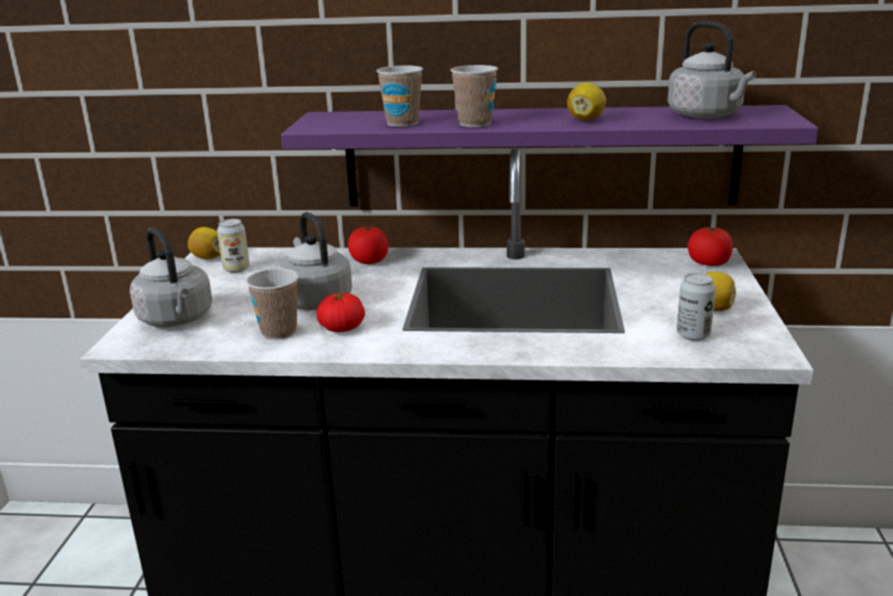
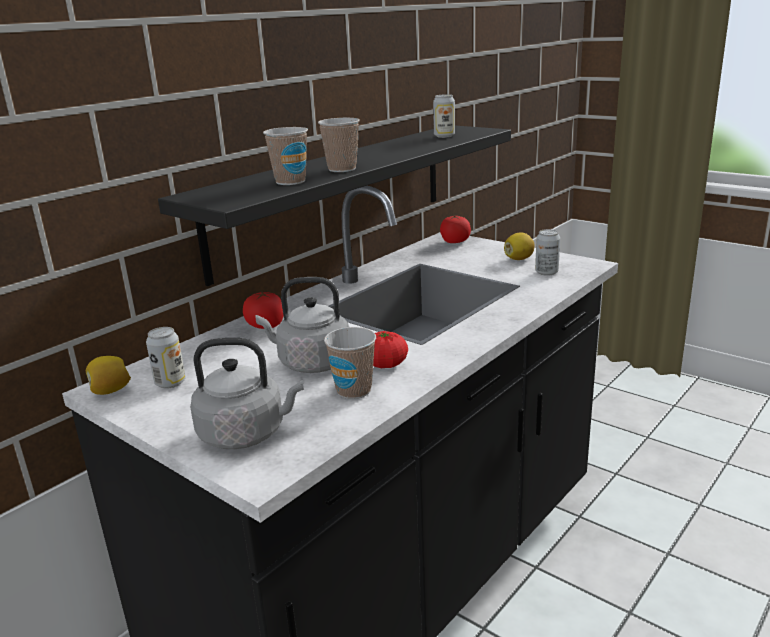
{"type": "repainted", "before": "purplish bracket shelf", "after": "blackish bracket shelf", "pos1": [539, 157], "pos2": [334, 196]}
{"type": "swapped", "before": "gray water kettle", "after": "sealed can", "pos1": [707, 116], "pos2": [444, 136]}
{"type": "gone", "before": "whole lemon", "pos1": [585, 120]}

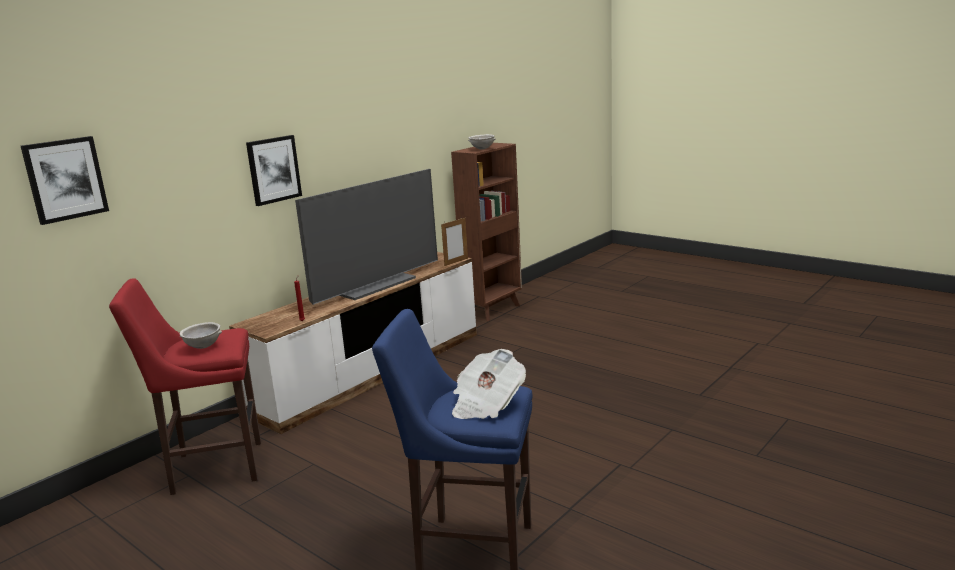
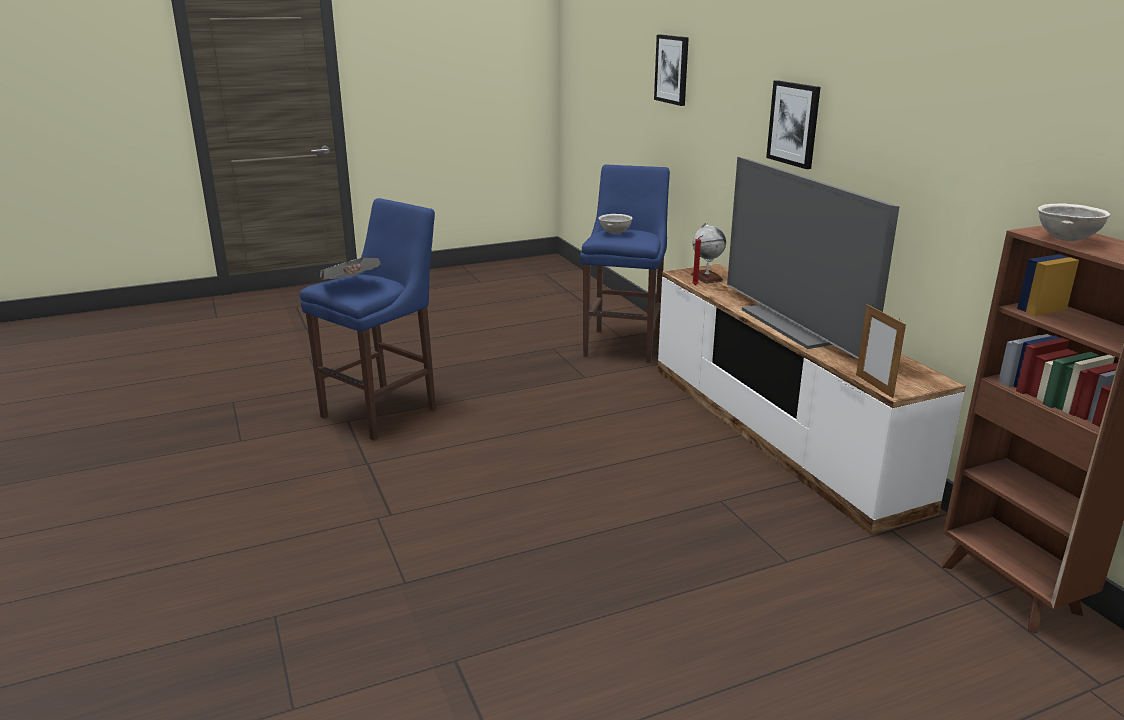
{"type": "repainted", "before": "red-coloured stool", "after": "blue-coloured stool", "pos1": [212, 467], "pos2": [624, 344]}
{"type": "new", "after": "desk globe", "pos2": [706, 277]}

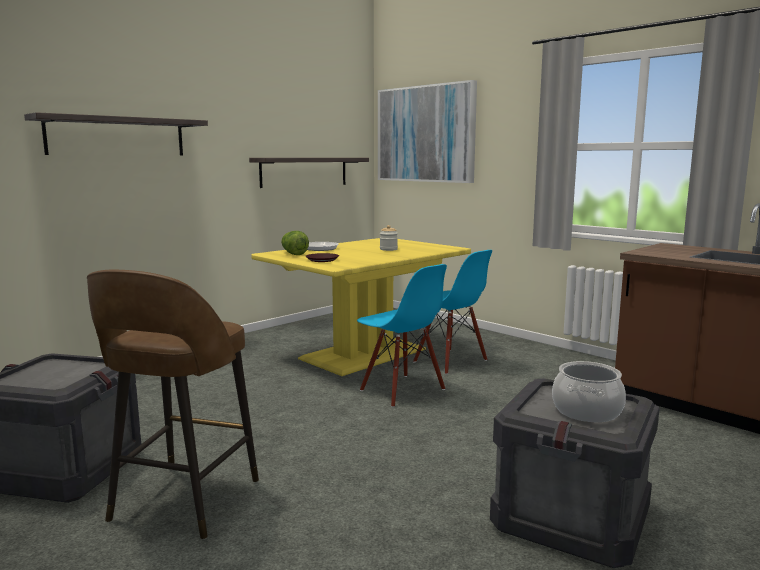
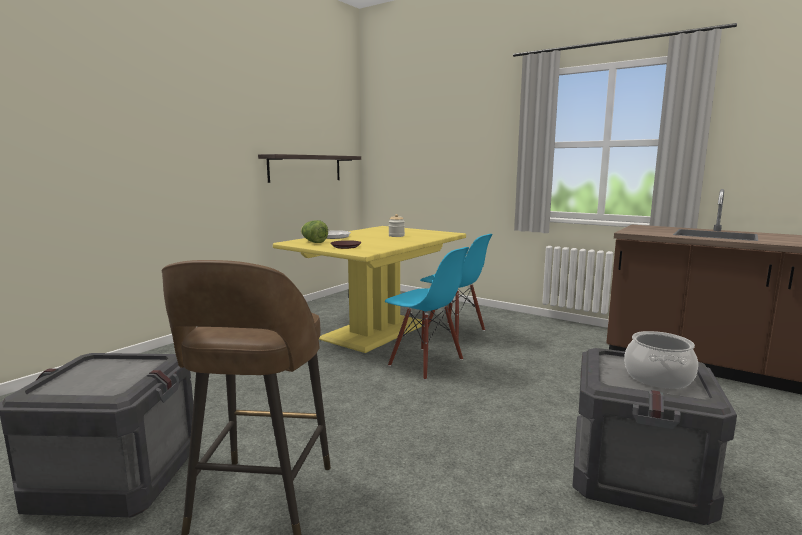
{"type": "gone", "before": "bracket shelf", "pos1": [117, 136]}
{"type": "gone", "before": "wall picture", "pos1": [425, 134]}

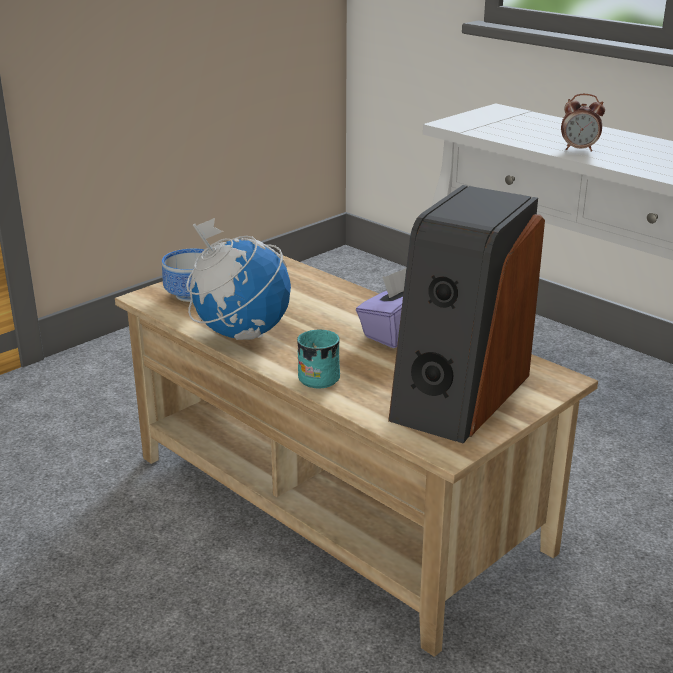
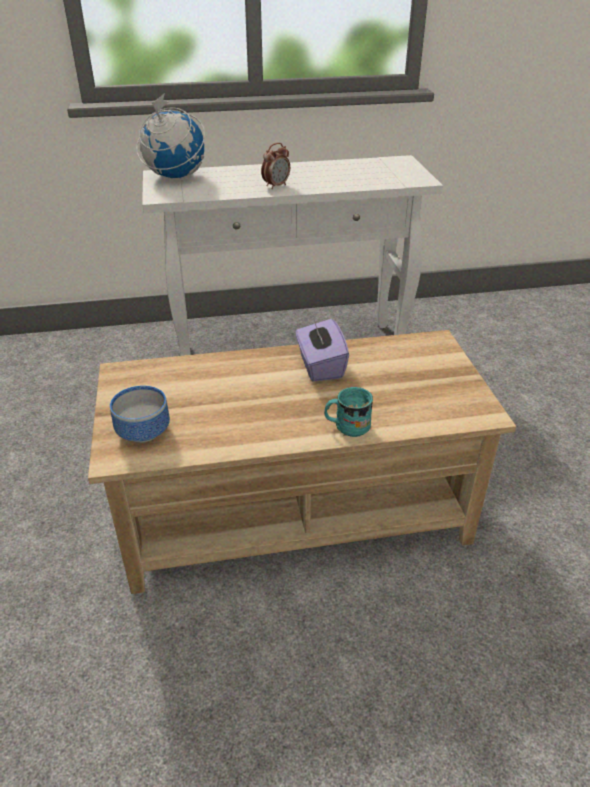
{"type": "shifted", "before": "desk globe", "pos1": [240, 333], "pos2": [174, 177]}
{"type": "gone", "before": "audio speaker", "pos1": [458, 395]}

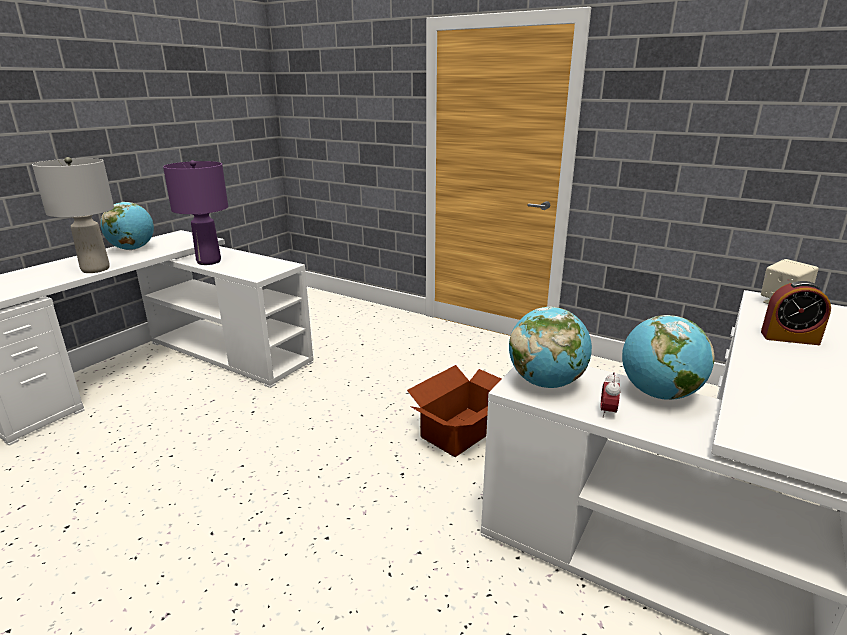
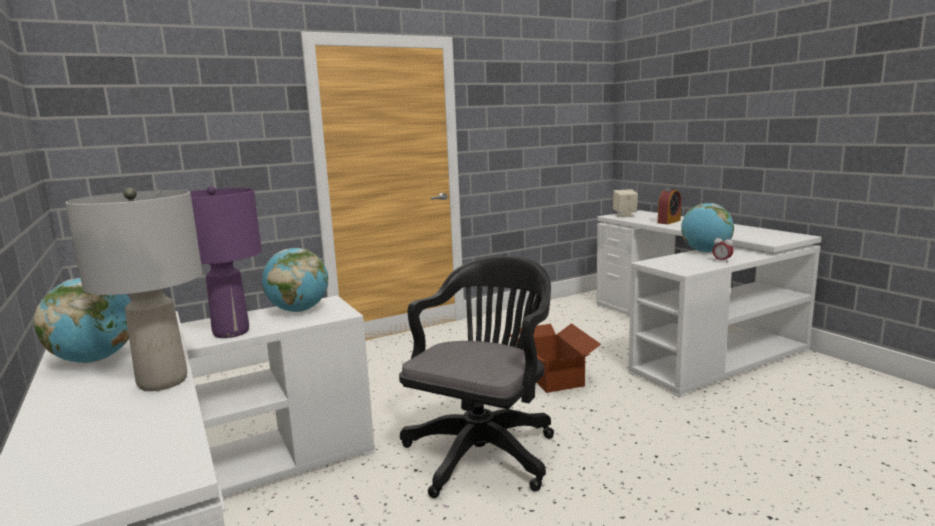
{"type": "shifted", "before": "desk globe", "pos1": [546, 383], "pos2": [299, 310]}
{"type": "new", "after": "blackish desk chair", "pos2": [484, 450]}

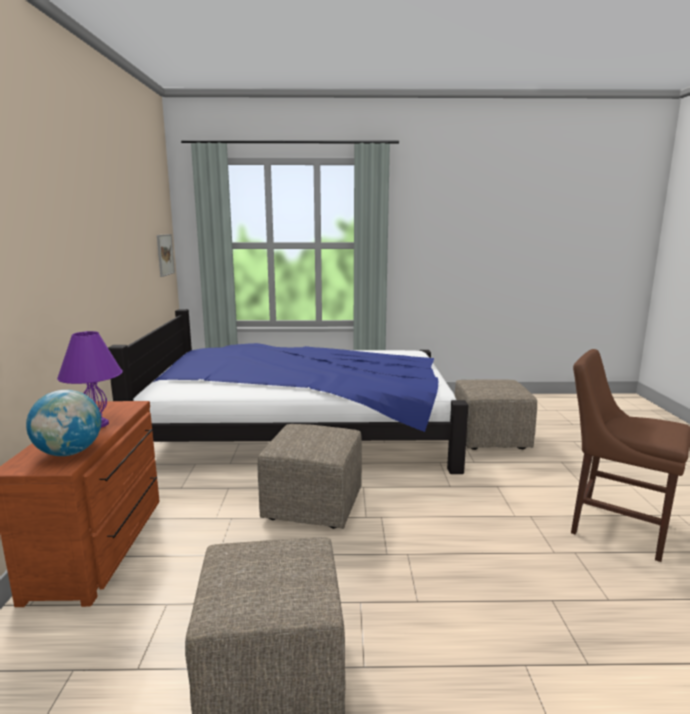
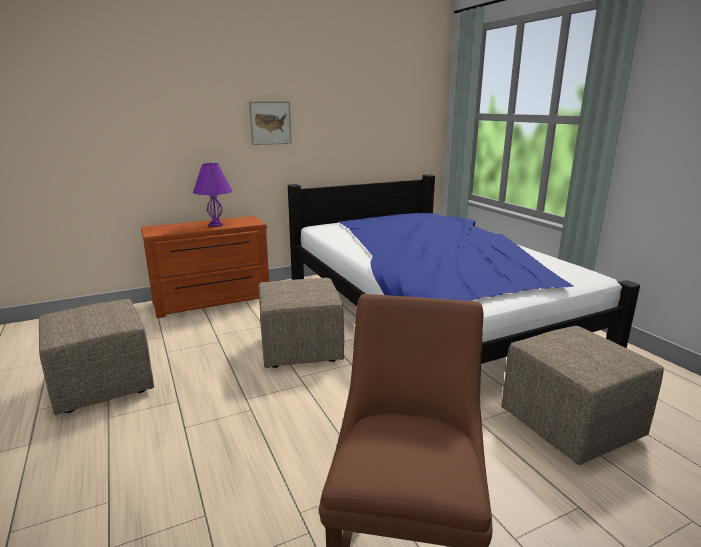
{"type": "shifted", "before": "wall picture", "pos1": [165, 254], "pos2": [270, 123]}
{"type": "gone", "before": "desk globe", "pos1": [69, 453]}

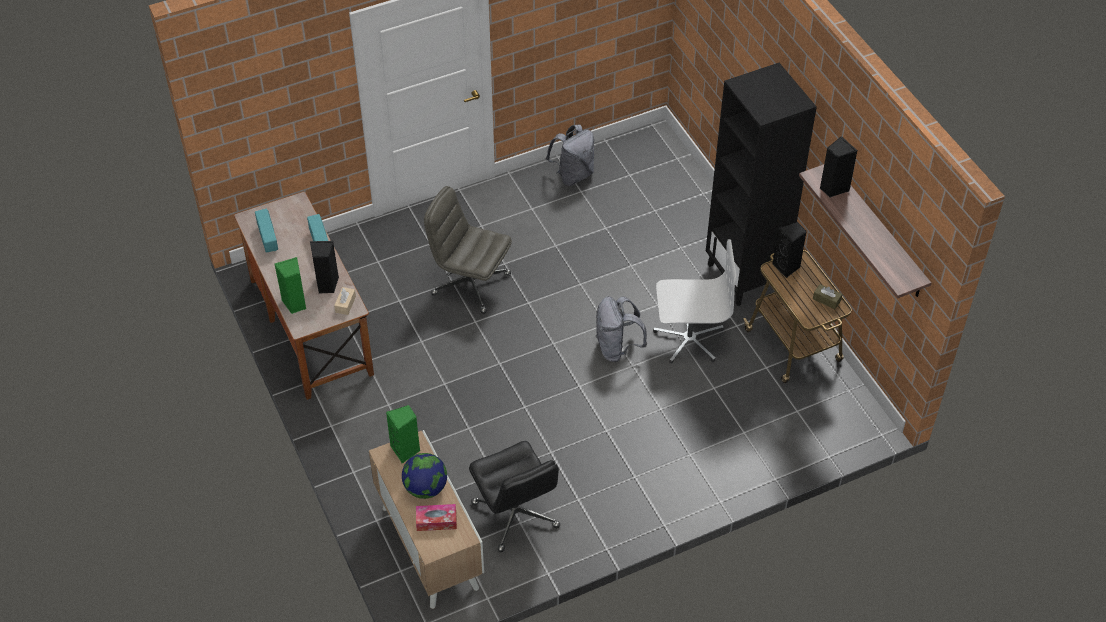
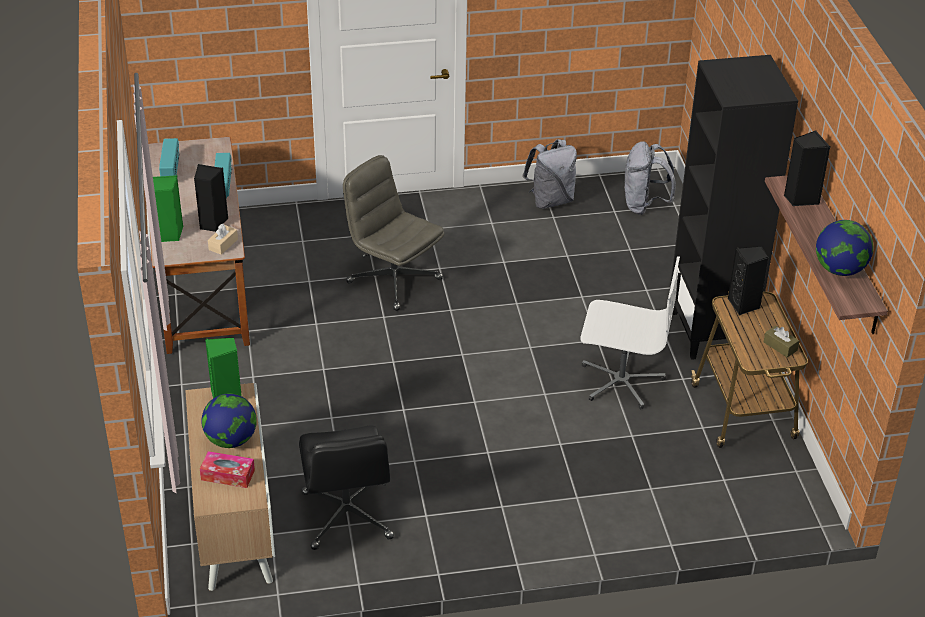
{"type": "shifted", "before": "gray knapsack", "pos1": [617, 348], "pos2": [644, 205]}
{"type": "new", "after": "desk globe", "pos2": [840, 269]}

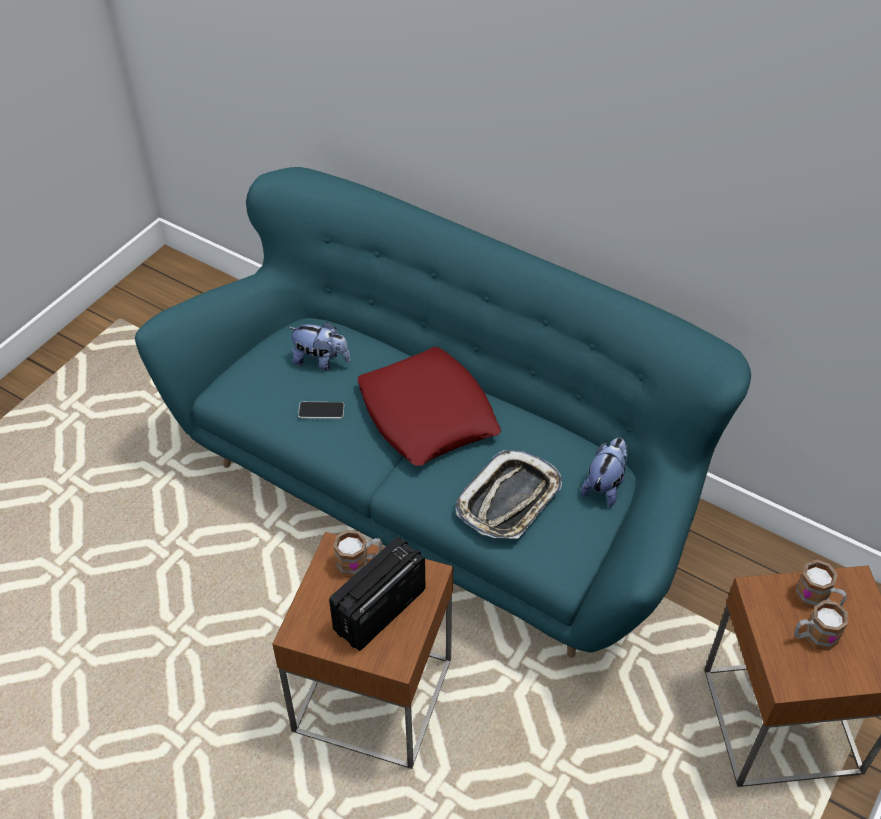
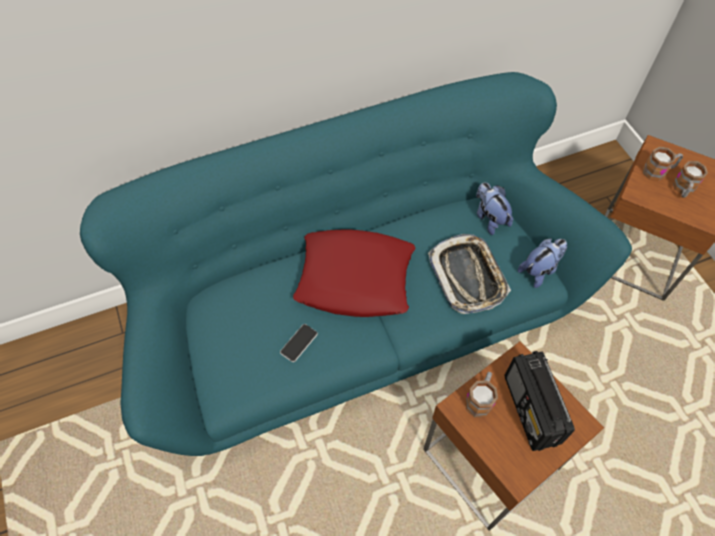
{"type": "shifted", "before": "plush toy", "pos1": [321, 361], "pos2": [539, 270]}

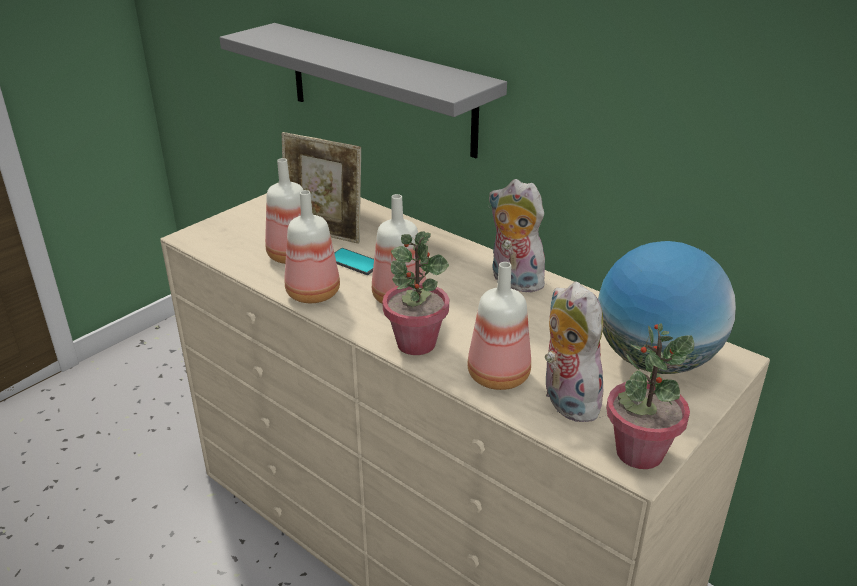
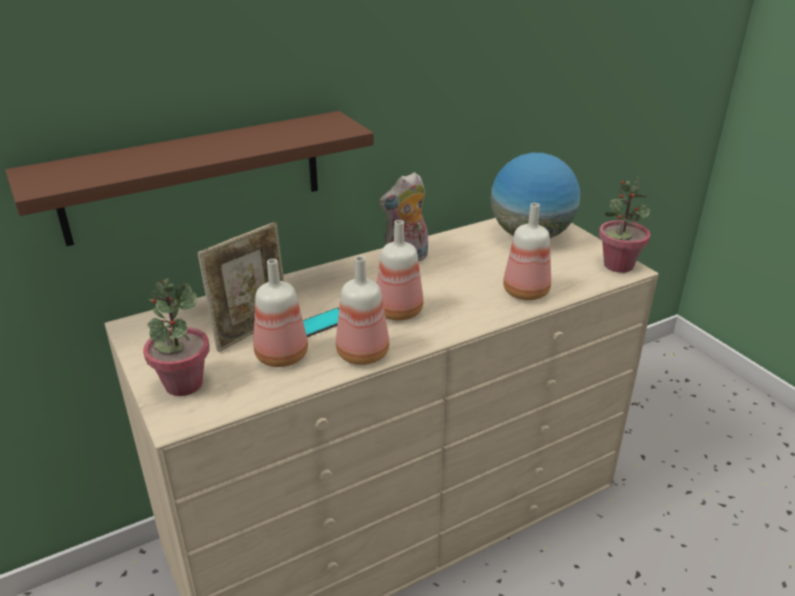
{"type": "repainted", "before": "gray bracket shelf", "after": "brown-coloured bracket shelf", "pos1": [380, 88], "pos2": [194, 177]}
{"type": "shifted", "before": "plant in a pot", "pos1": [416, 343], "pos2": [183, 384]}
{"type": "gone", "before": "plush toy", "pos1": [565, 400]}

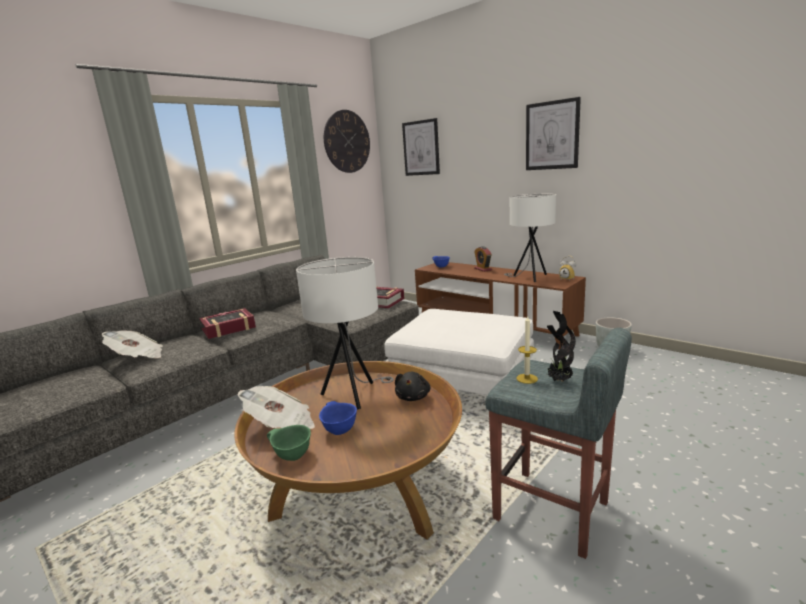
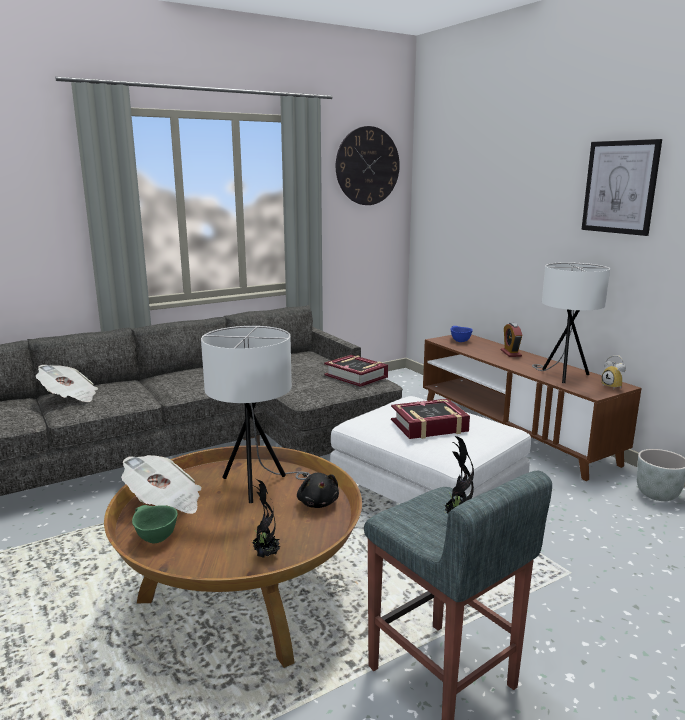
{"type": "new", "after": "plant in a pot", "pos2": [265, 555]}
{"type": "rotated", "before": "blackish plush toy", "pos1": [413, 397], "pos2": [318, 503], "turn": -45}
{"type": "shifted", "before": "bound book", "pos1": [228, 328], "pos2": [429, 426]}
{"type": "gone", "before": "blue-coloured bowl", "pos1": [339, 430]}
{"type": "gone", "before": "wall picture", "pos1": [421, 148]}
{"type": "gone", "before": "candle", "pos1": [527, 378]}

